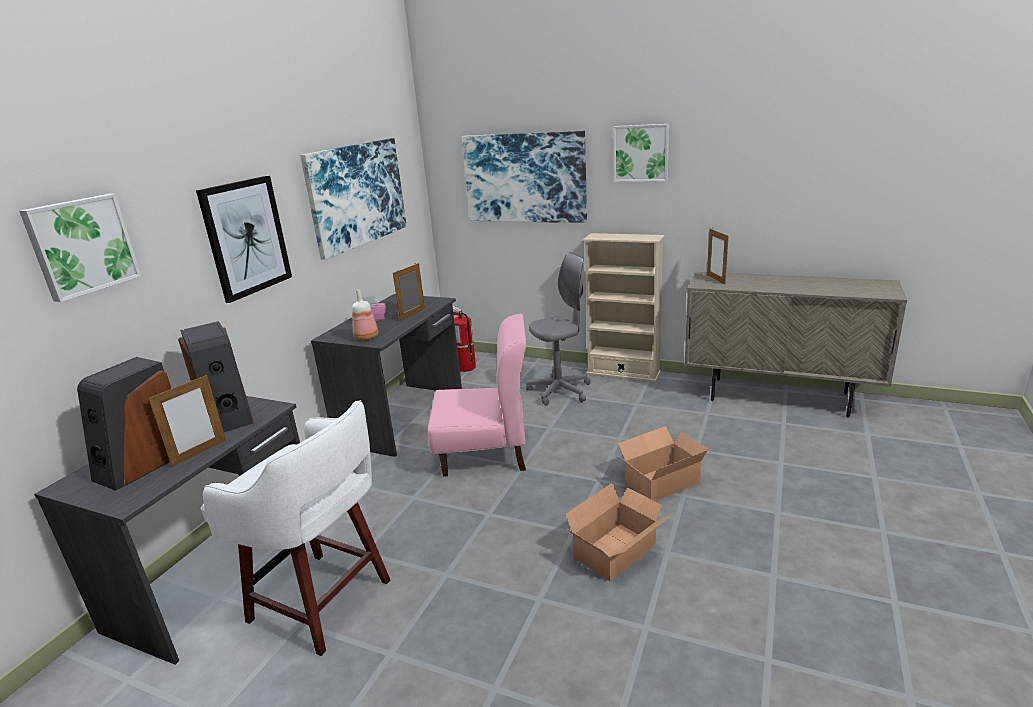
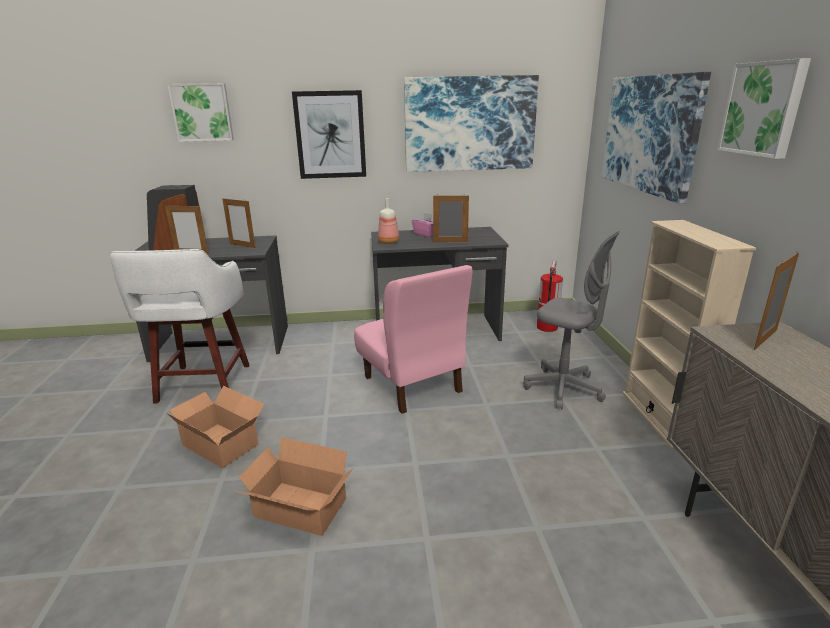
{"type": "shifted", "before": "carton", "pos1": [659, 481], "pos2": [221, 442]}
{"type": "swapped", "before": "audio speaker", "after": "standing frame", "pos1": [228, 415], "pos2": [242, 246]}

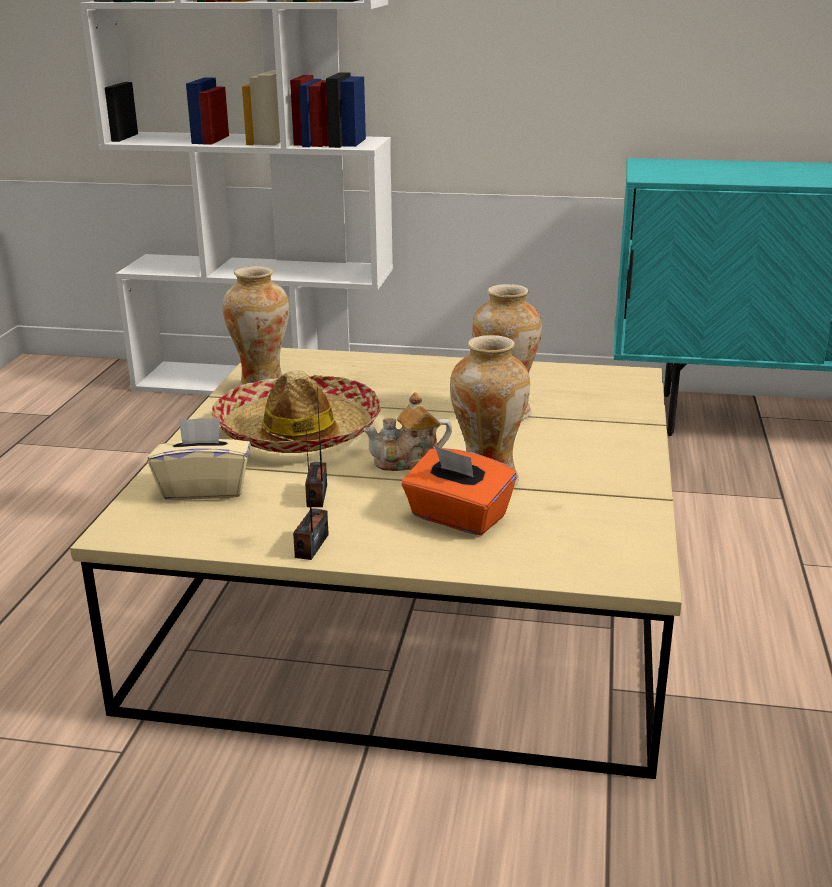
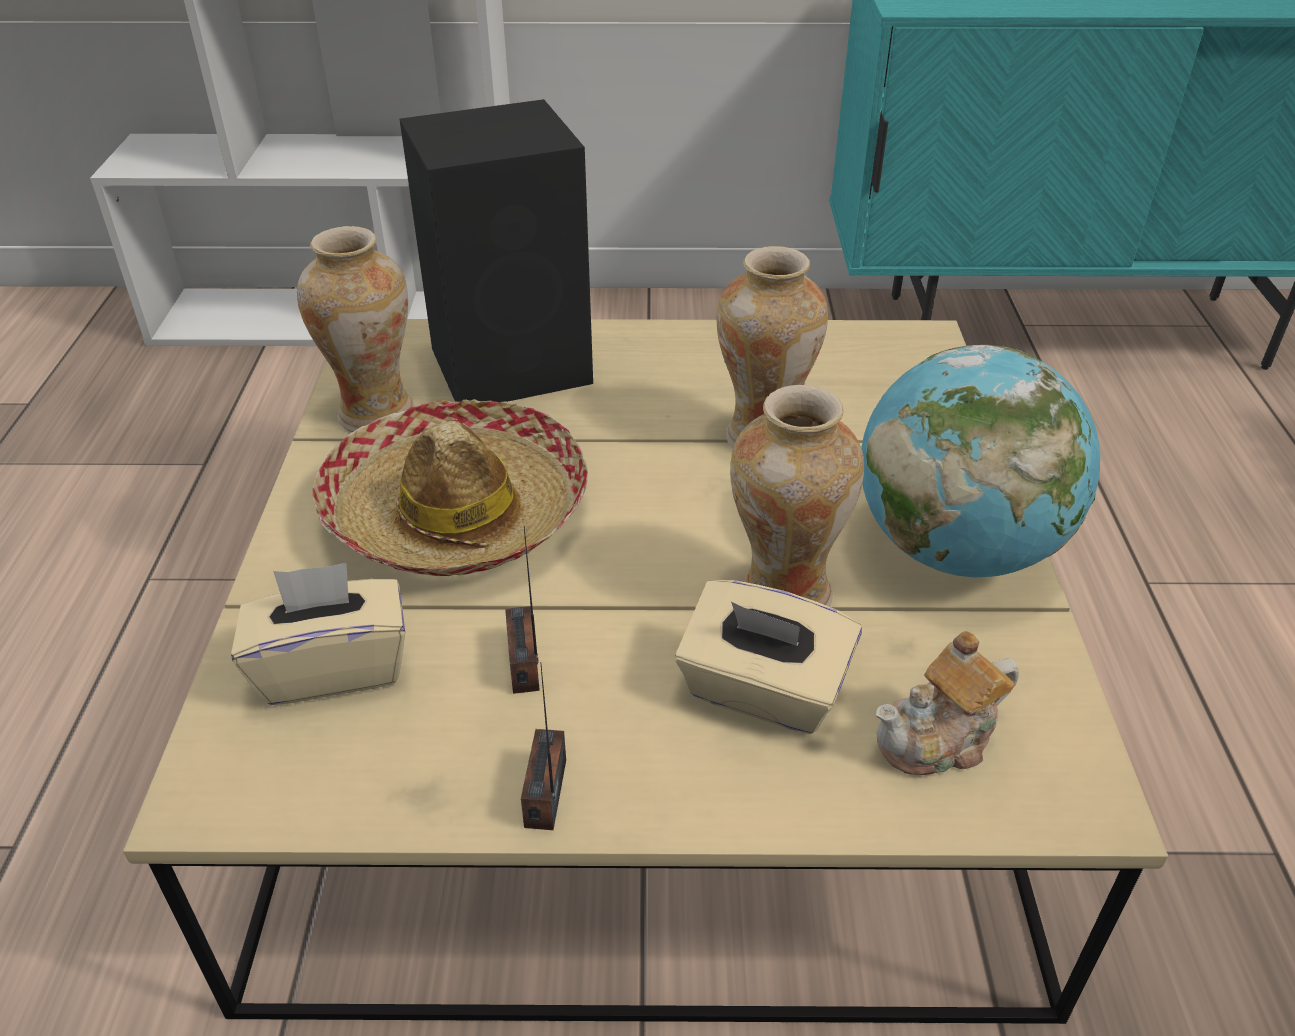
{"type": "new", "after": "blackish audio speaker", "pos2": [515, 365]}
{"type": "repainted", "before": "orangey box of tissues", "after": "beige box of tissues", "pos1": [457, 518], "pos2": [762, 692]}
{"type": "new", "after": "desk globe", "pos2": [956, 549]}
{"type": "shifted", "before": "tea pot", "pos1": [408, 461], "pos2": [939, 740]}

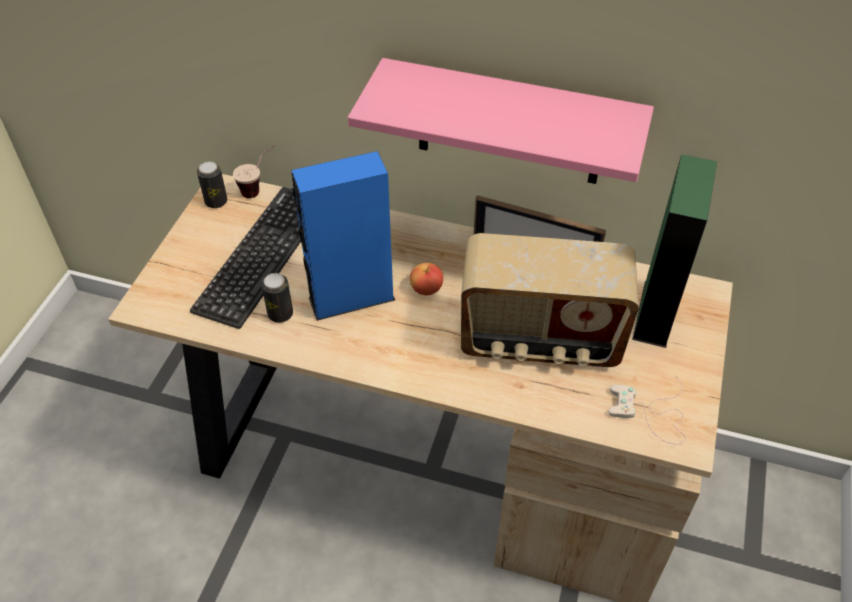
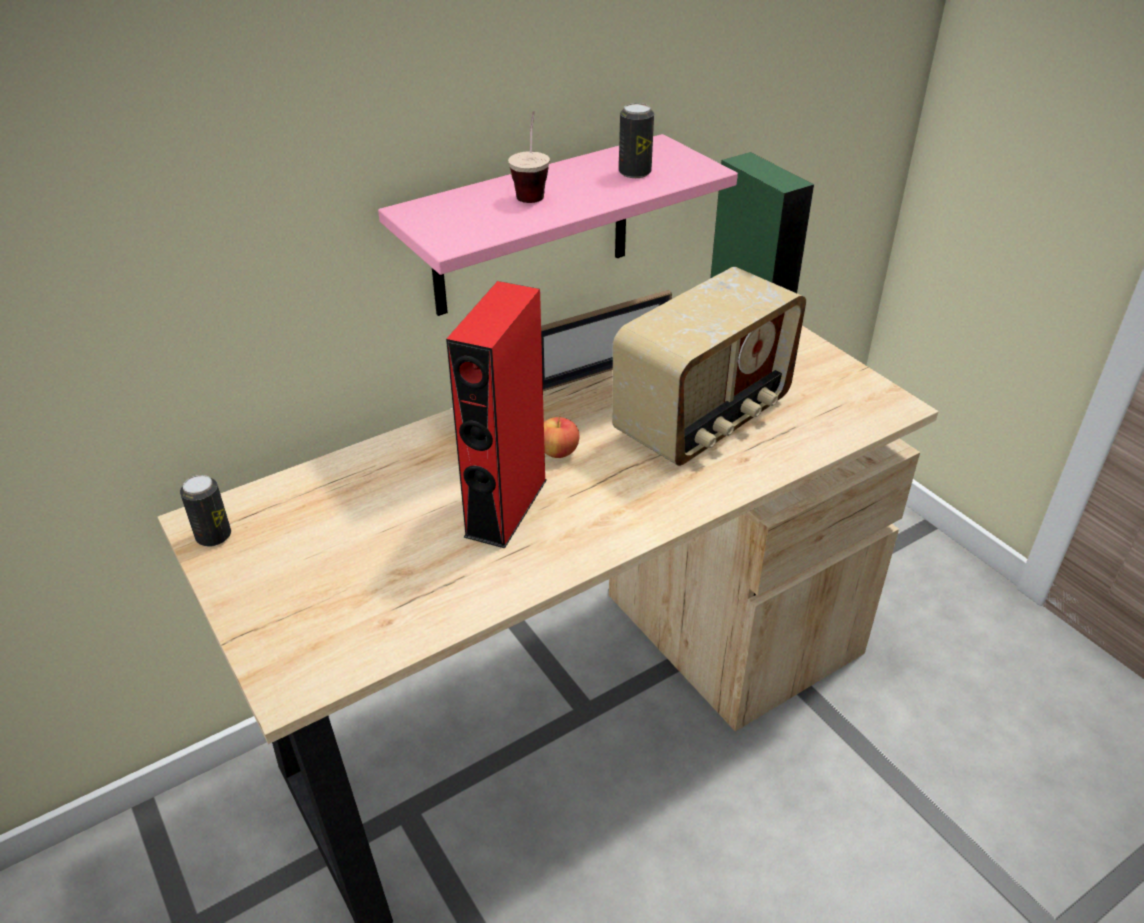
{"type": "repainted", "before": "blue-coloured audio speaker", "after": "red-coloured audio speaker", "pos1": [351, 298], "pos2": [506, 507]}
{"type": "shifted", "before": "drinking cup", "pos1": [260, 188], "pos2": [531, 191]}
{"type": "shifted", "before": "sealed can", "pos1": [280, 314], "pos2": [634, 172]}
{"type": "gone", "before": "PC keyboard", "pos1": [263, 255]}
{"type": "gone", "before": "white joypad", "pos1": [651, 414]}

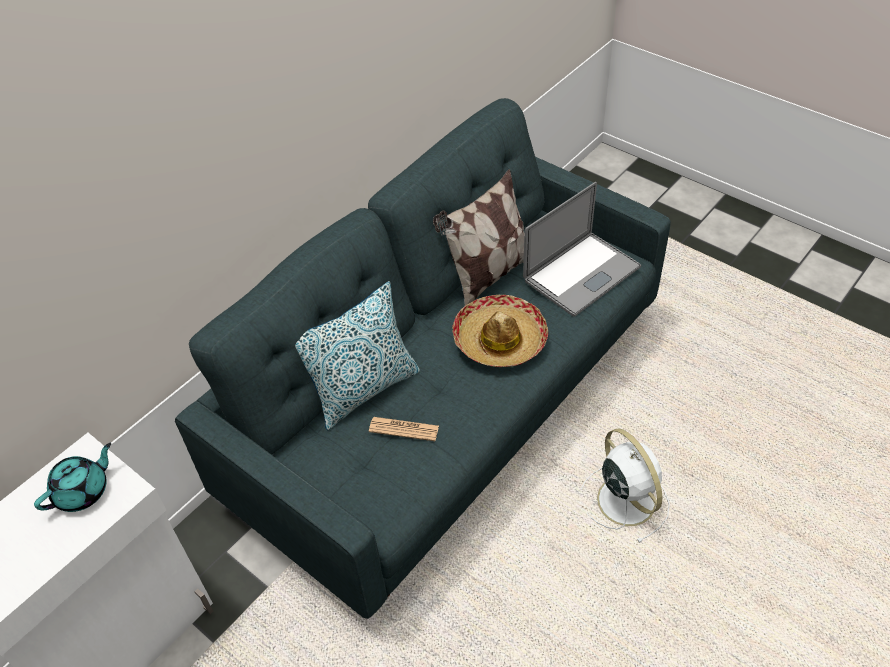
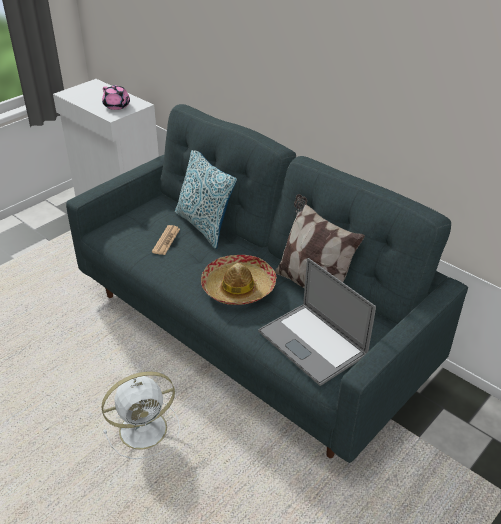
{"type": "repainted", "before": "blue-green tea pot", "after": "pink-coloured tea pot", "pos1": [83, 491], "pos2": [117, 106]}

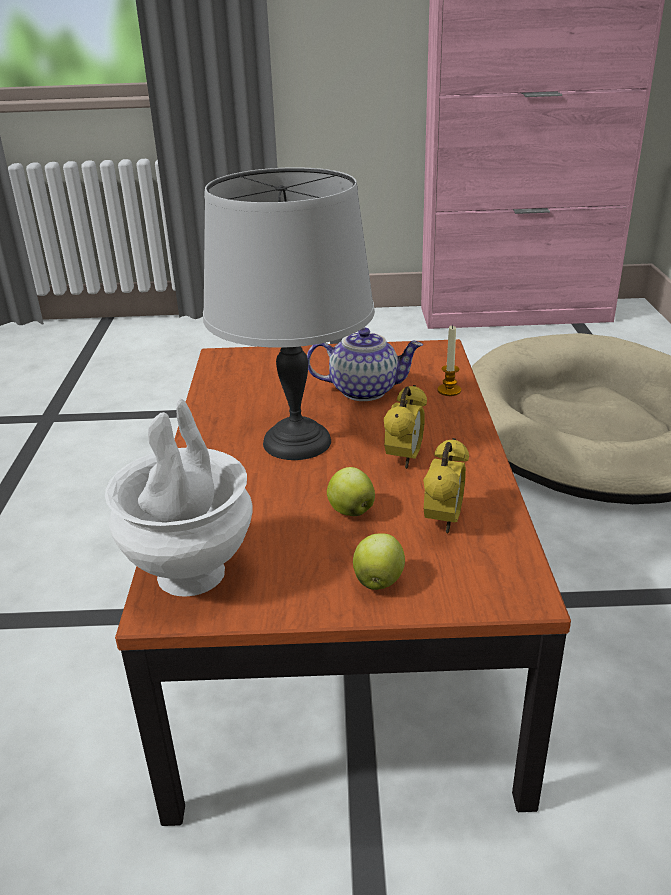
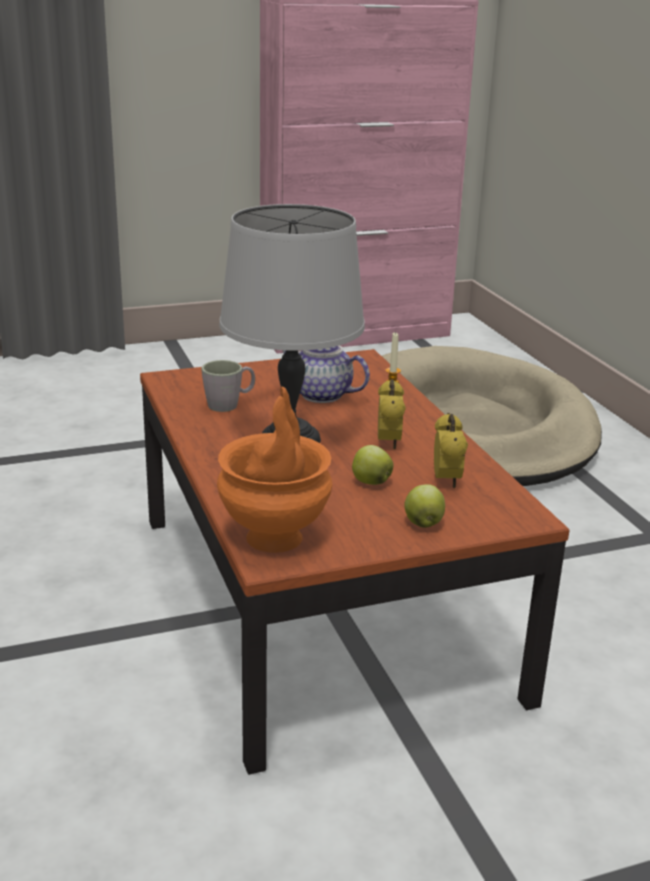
{"type": "new", "after": "gray coffee mug", "pos2": [229, 404]}
{"type": "repainted", "before": "white flower vase", "after": "orangey flower vase", "pos1": [190, 575], "pos2": [274, 538]}
{"type": "rotated", "before": "tea pot", "pos1": [365, 390], "pos2": [320, 395], "turn": -135}

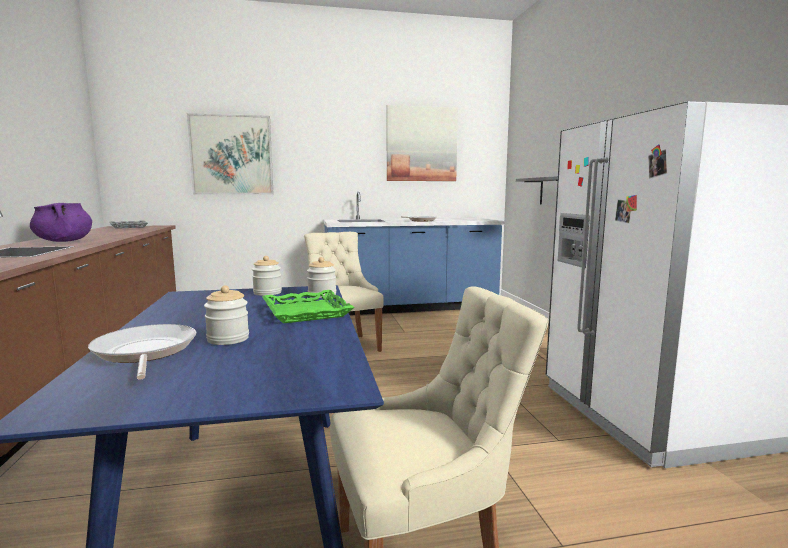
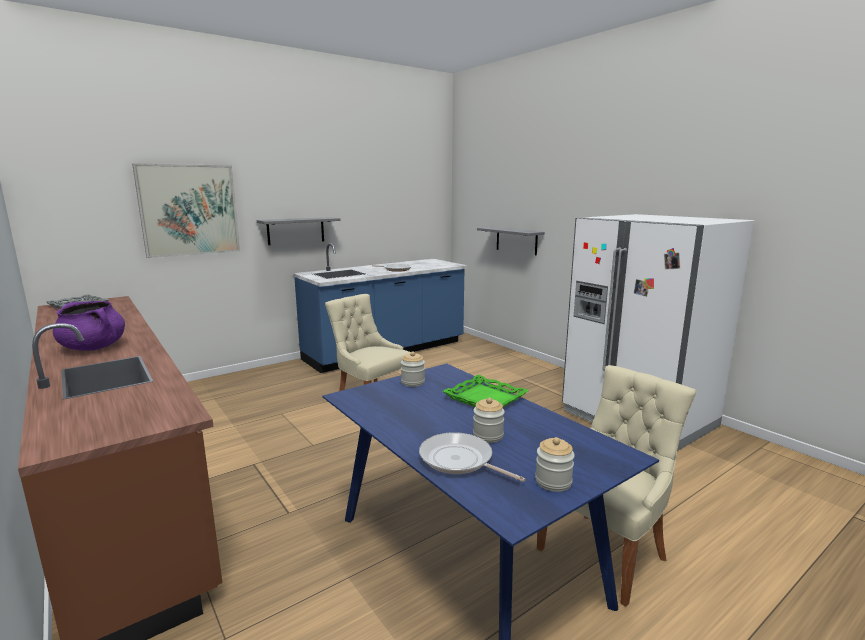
{"type": "new", "after": "gray bracket shelf", "pos2": [296, 230]}
{"type": "shifted", "before": "storage jar", "pos1": [322, 295], "pos2": [553, 482]}
{"type": "gone", "before": "wall picture", "pos1": [421, 144]}

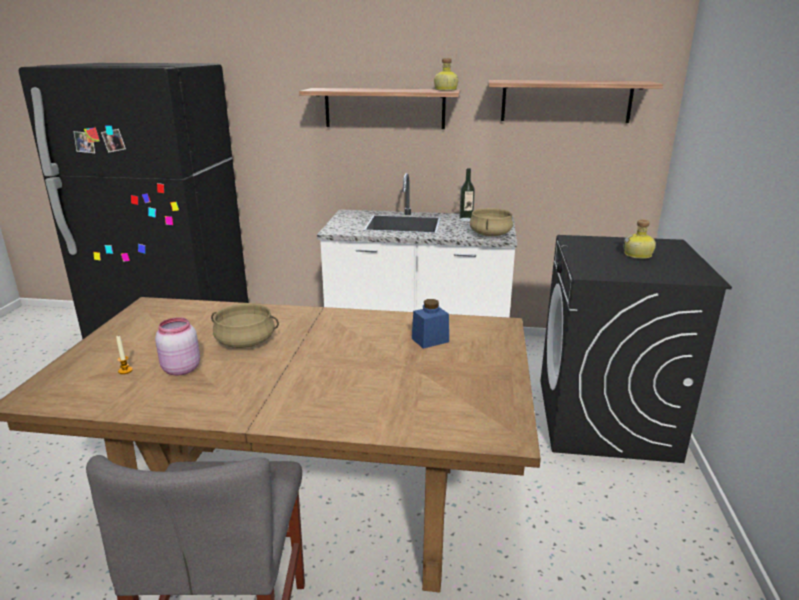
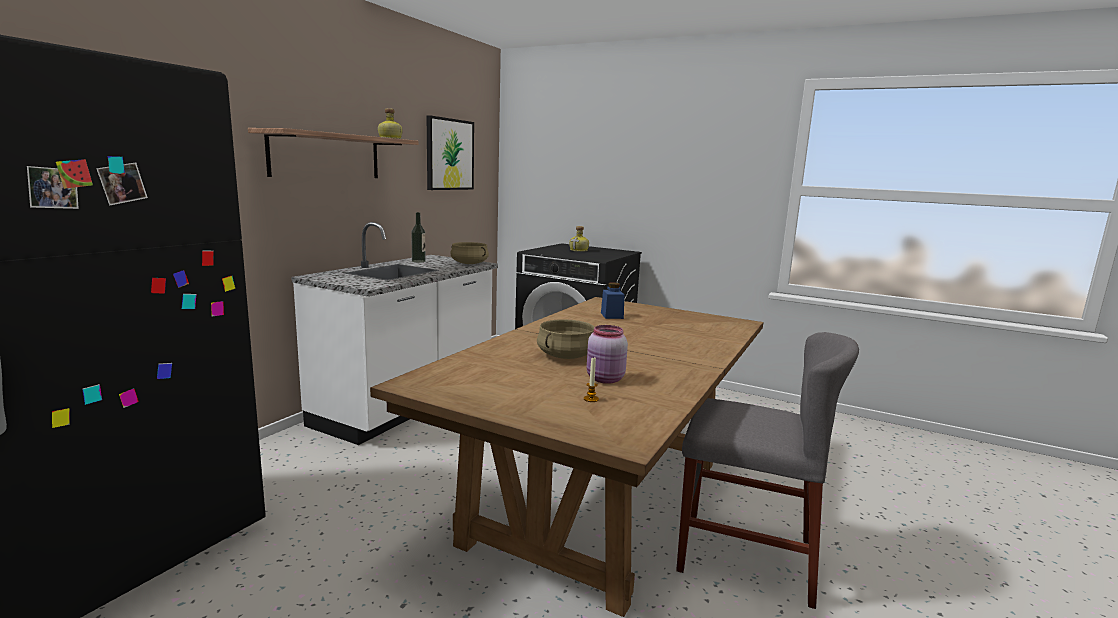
{"type": "swapped", "before": "bracket shelf", "after": "wall picture", "pos1": [566, 101], "pos2": [449, 154]}

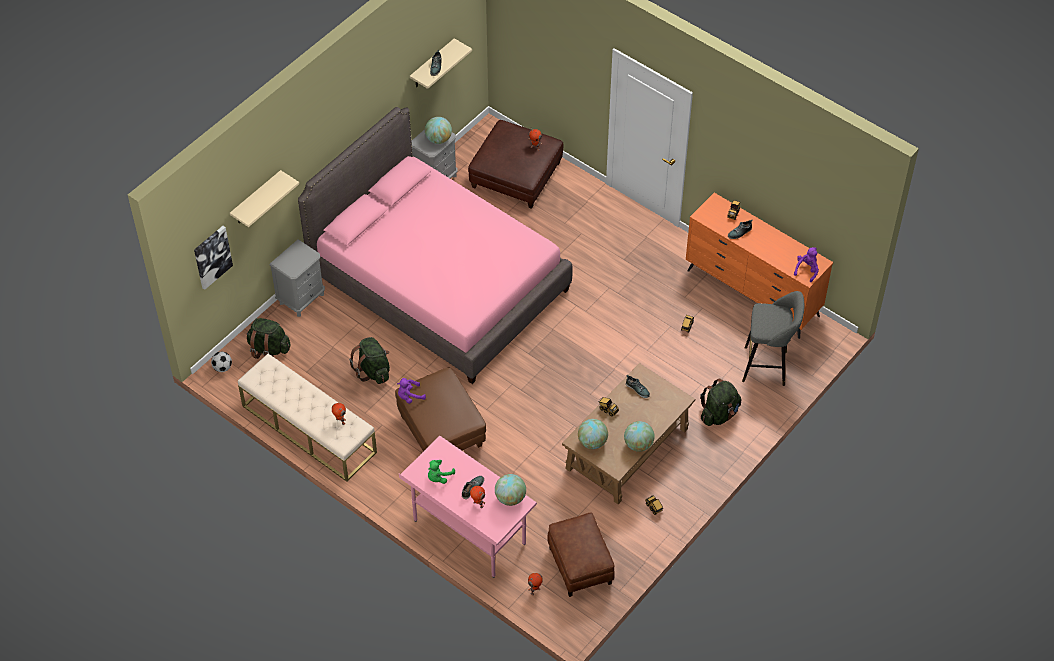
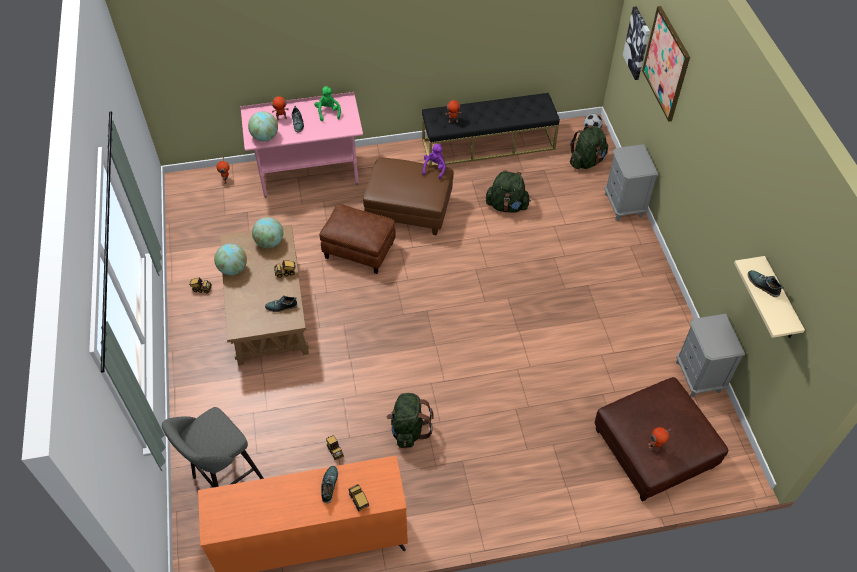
{"type": "shifted", "before": "brown-coloured pouffe", "pos1": [580, 565], "pos2": [359, 251]}
{"type": "shifted", "before": "greenish knapsack", "pos1": [719, 414], "pos2": [409, 429]}
{"type": "repainted", "before": "beige bench", "after": "blackish bench", "pos1": [308, 429], "pos2": [488, 144]}
{"type": "swapped", "before": "beige bracket shelf", "after": "wall picture", "pos1": [256, 198], "pos2": [666, 64]}
{"type": "gone", "before": "pink-coloured bed", "pos1": [439, 282]}
{"type": "gone", "before": "desk globe", "pos1": [438, 139]}
{"type": "gone", "before": "purplish plush toy", "pos1": [807, 270]}

